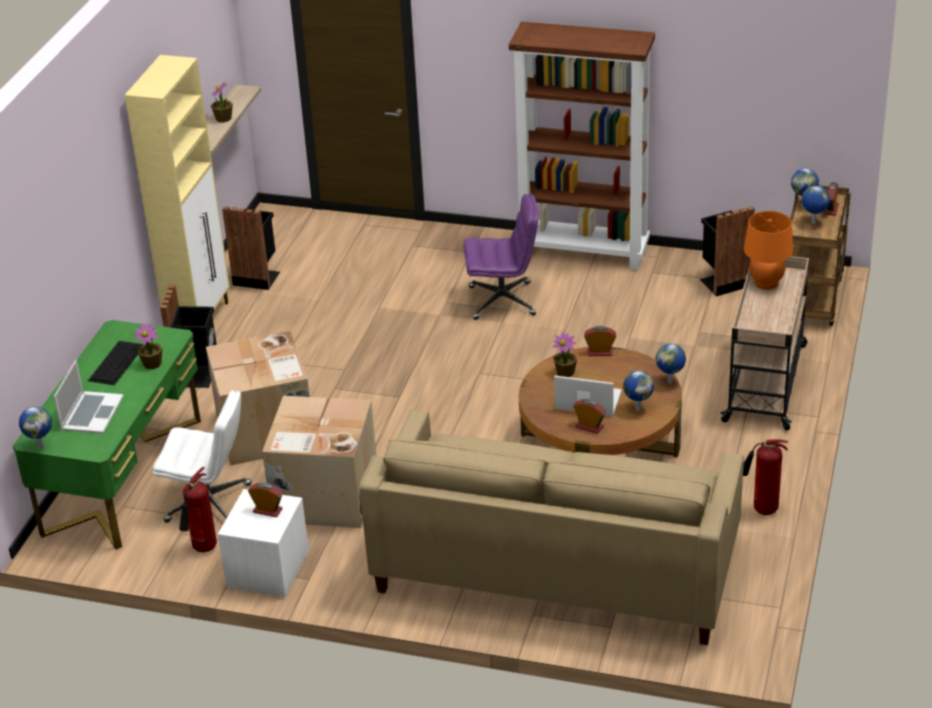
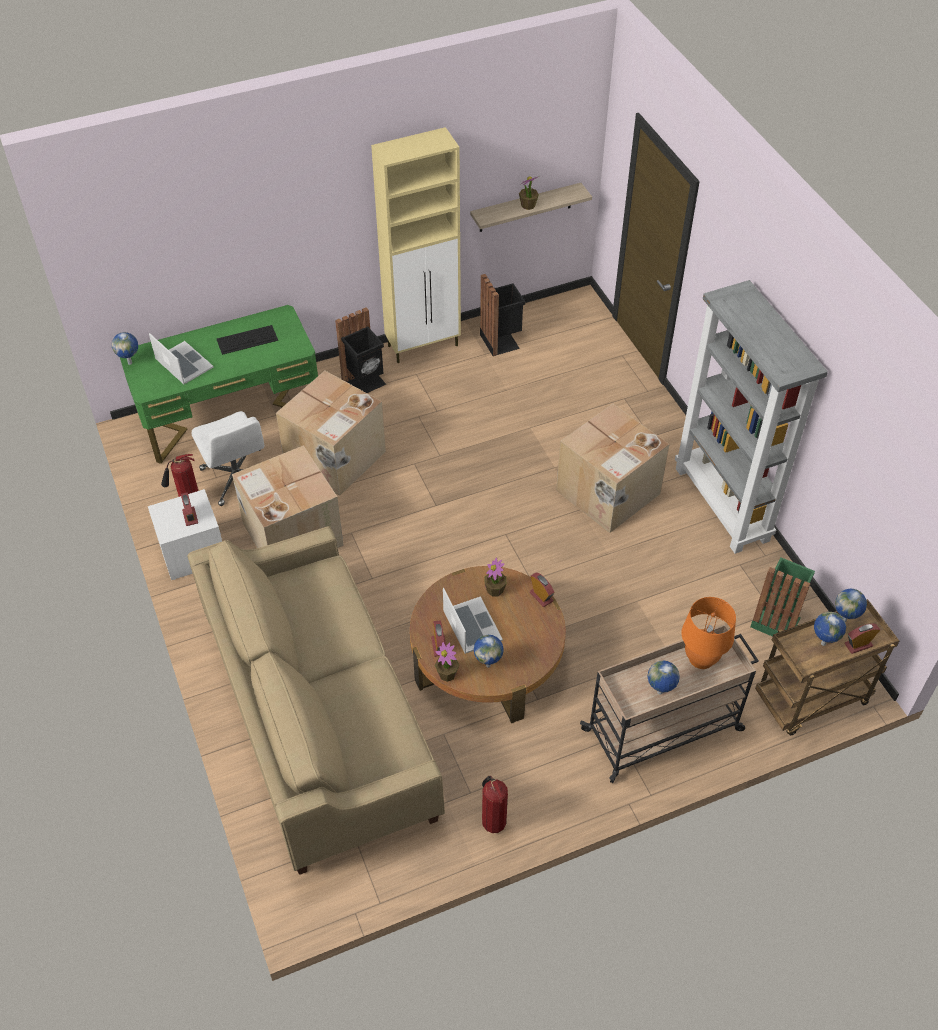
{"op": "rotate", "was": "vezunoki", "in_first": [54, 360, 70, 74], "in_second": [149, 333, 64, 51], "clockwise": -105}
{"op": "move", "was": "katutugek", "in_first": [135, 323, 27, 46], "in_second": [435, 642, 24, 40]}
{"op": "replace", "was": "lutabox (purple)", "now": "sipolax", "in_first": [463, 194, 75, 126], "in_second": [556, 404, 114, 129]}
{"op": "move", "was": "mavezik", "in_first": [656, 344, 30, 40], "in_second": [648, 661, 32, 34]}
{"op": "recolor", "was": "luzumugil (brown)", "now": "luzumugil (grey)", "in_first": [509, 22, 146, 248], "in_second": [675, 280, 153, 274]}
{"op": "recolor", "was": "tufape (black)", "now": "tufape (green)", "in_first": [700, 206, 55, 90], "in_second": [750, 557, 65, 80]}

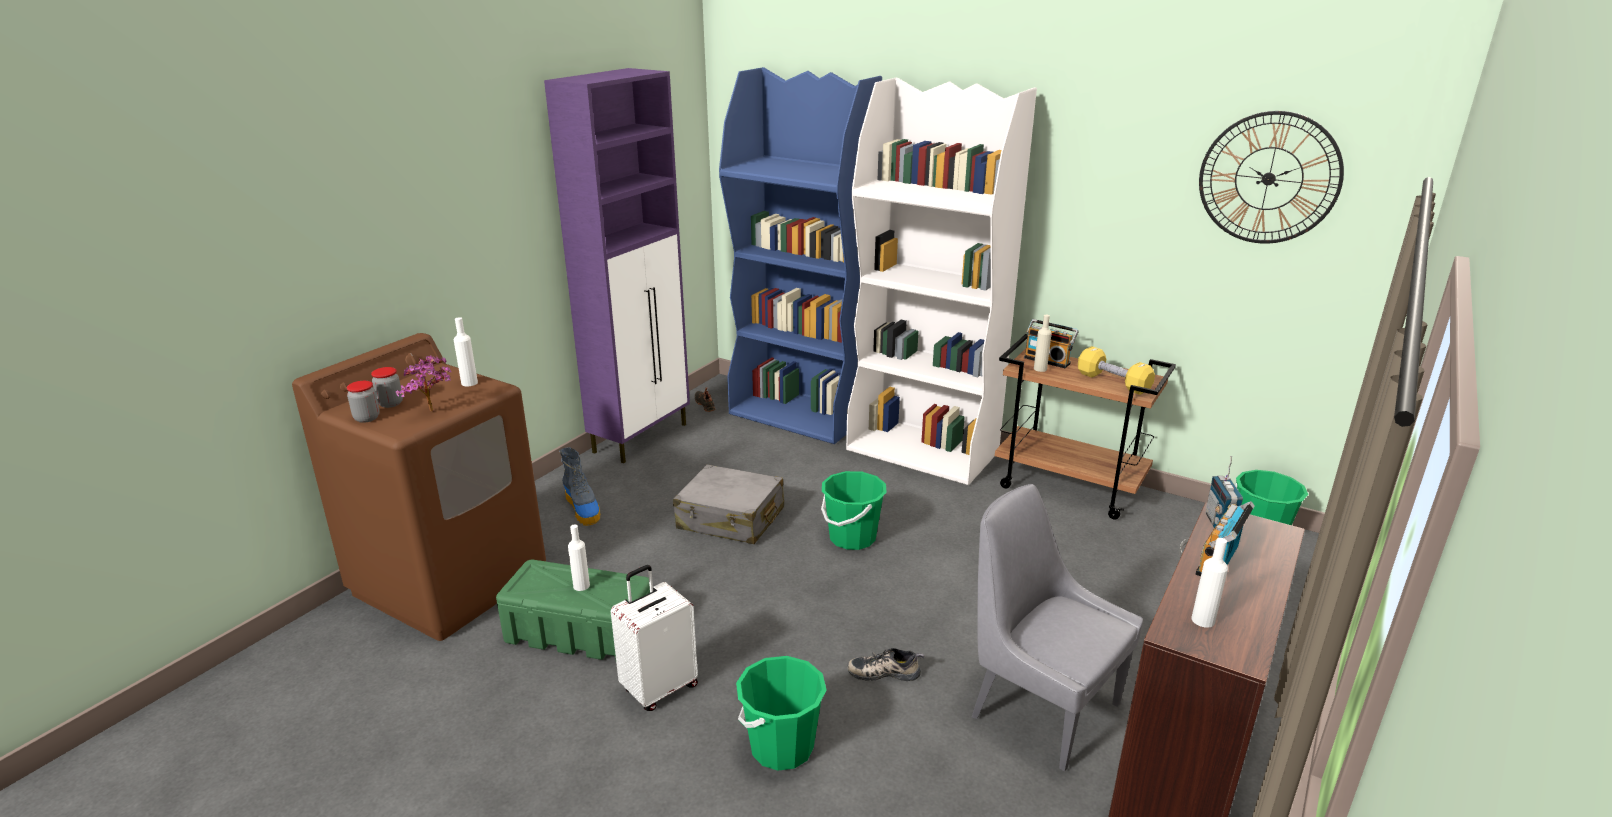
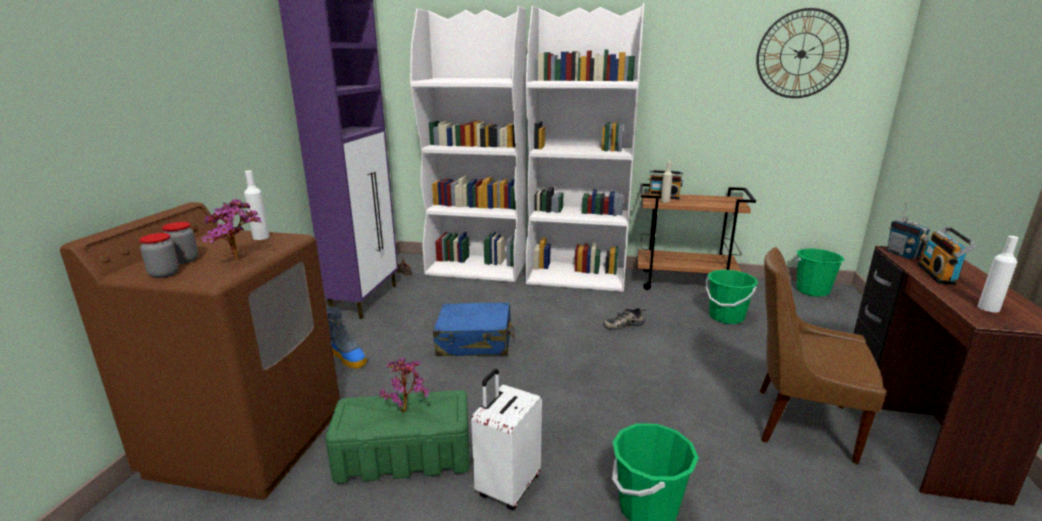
{"op": "replace", "was": "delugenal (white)", "now": "katutugek", "in_first": [568, 525, 22, 66], "in_second": [379, 357, 50, 56]}
{"op": "recolor", "was": "luzumugil (blue)", "now": "luzumugil (white)", "in_first": [719, 67, 163, 377], "in_second": [410, 6, 116, 276]}
{"op": "recolor", "was": "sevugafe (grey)", "now": "sevugafe (blue)", "in_first": [673, 464, 111, 80], "in_second": [433, 302, 82, 54]}
{"op": "move", "was": "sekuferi", "in_first": [847, 648, 77, 33], "in_second": [603, 308, 44, 22]}
{"op": "move", "was": "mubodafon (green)", "in_first": [821, 471, 66, 79], "in_second": [706, 270, 52, 54]}
{"op": "recolor", "was": "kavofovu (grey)", "now": "kavofovu (brown)", "in_first": [972, 484, 171, 287], "in_second": [760, 247, 126, 217]}
{"op": "delete", "was": "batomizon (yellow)", "in_first": [1078, 346, 77, 49]}

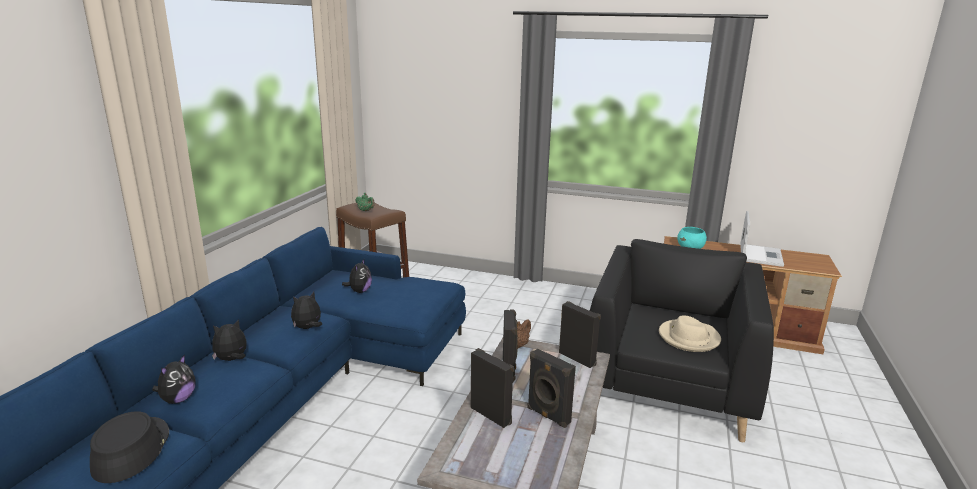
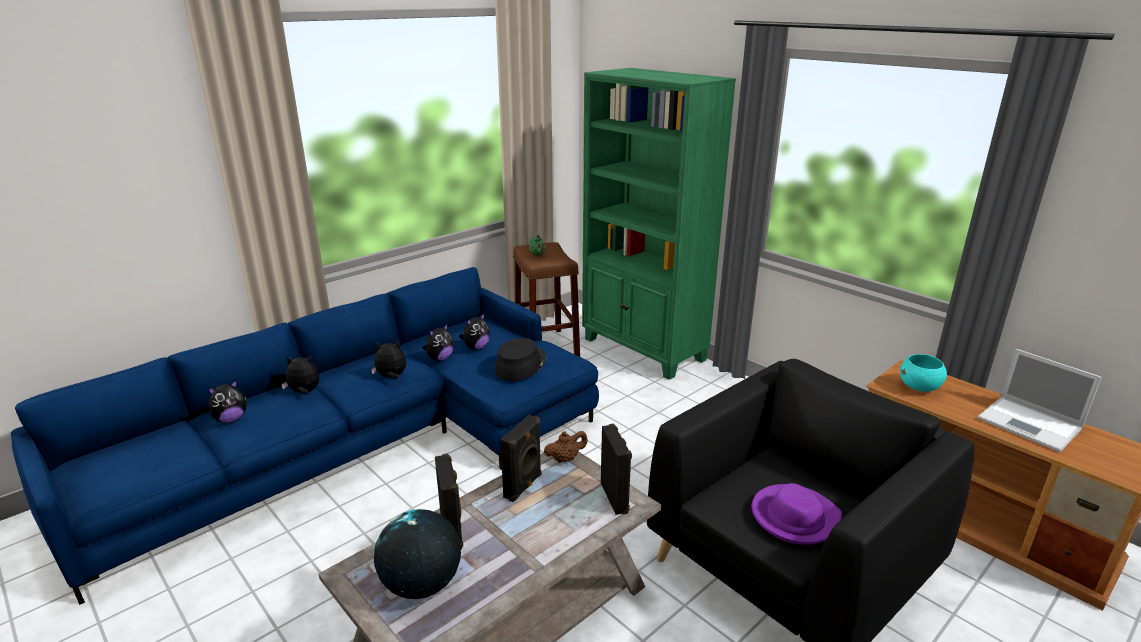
{"op": "insert", "now": "mavezik", "in_second": [374, 509, 87, 90]}
{"op": "insert", "now": "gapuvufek", "in_second": [422, 323, 32, 38]}
{"op": "move", "was": "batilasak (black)", "in_first": [90, 411, 79, 72], "in_second": [495, 338, 52, 43]}
{"op": "insert", "now": "luzumugil (green)", "in_second": [582, 68, 154, 312]}
{"op": "recolor", "was": "batilasak (beige)", "now": "batilasak (purple)", "in_first": [659, 316, 62, 36], "in_second": [752, 483, 90, 62]}
{"op": "rotate", "was": "vezunoki", "in_first": [740, 211, 44, 56], "in_second": [977, 349, 125, 103], "clockwise": 90}
{"op": "delete", "was": "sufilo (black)", "in_first": [527, 349, 49, 79]}

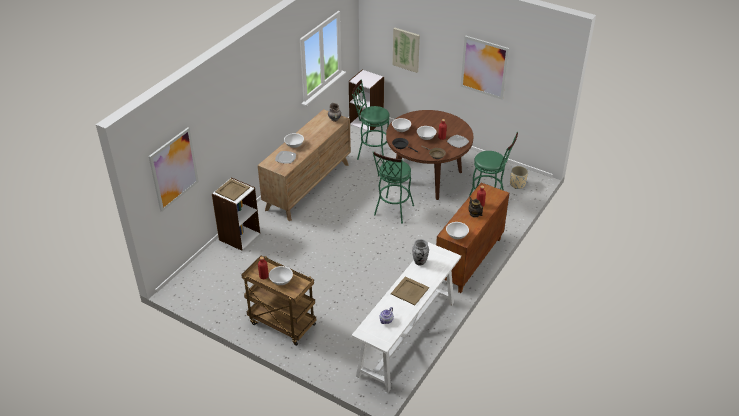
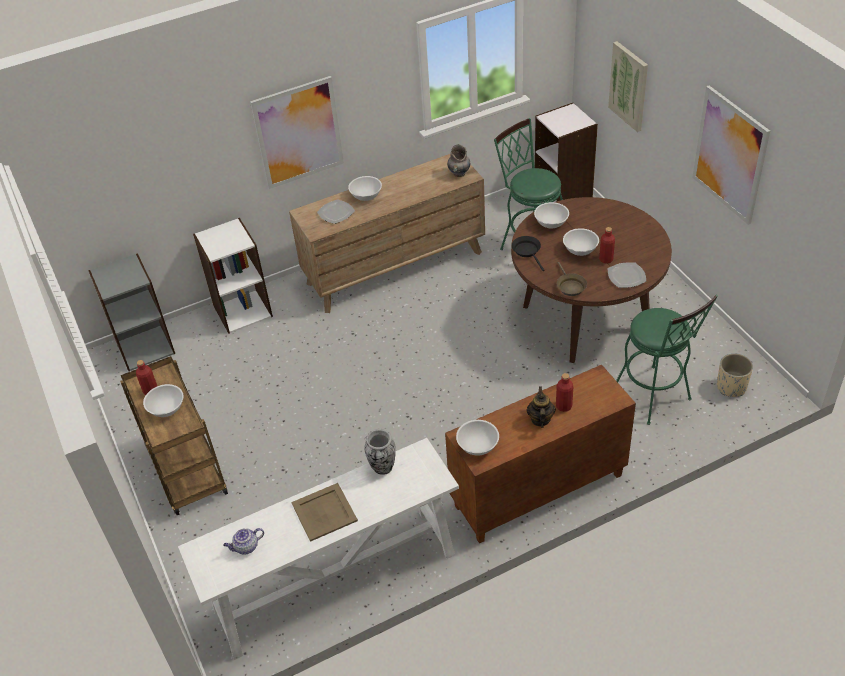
{"op": "insert", "now": "luzumugil (grey)", "in_second": [88, 253, 87, 118]}
{"op": "move", "was": "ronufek", "in_first": [149, 127, 50, 85], "in_second": [250, 76, 94, 113]}
{"op": "delete", "was": "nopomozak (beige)", "in_first": [215, 179, 35, 22]}
{"op": "delete", "was": "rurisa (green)", "in_first": [373, 151, 41, 73]}

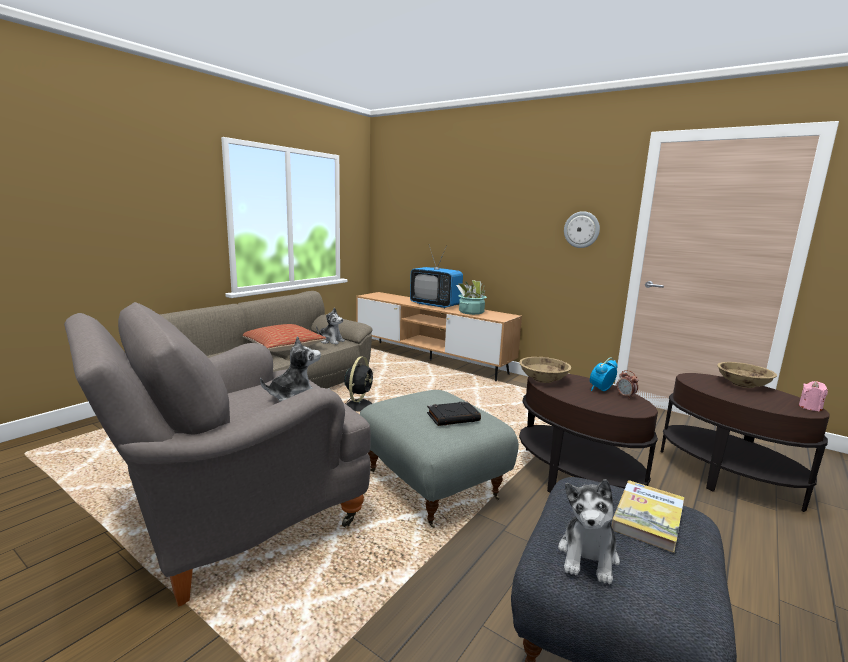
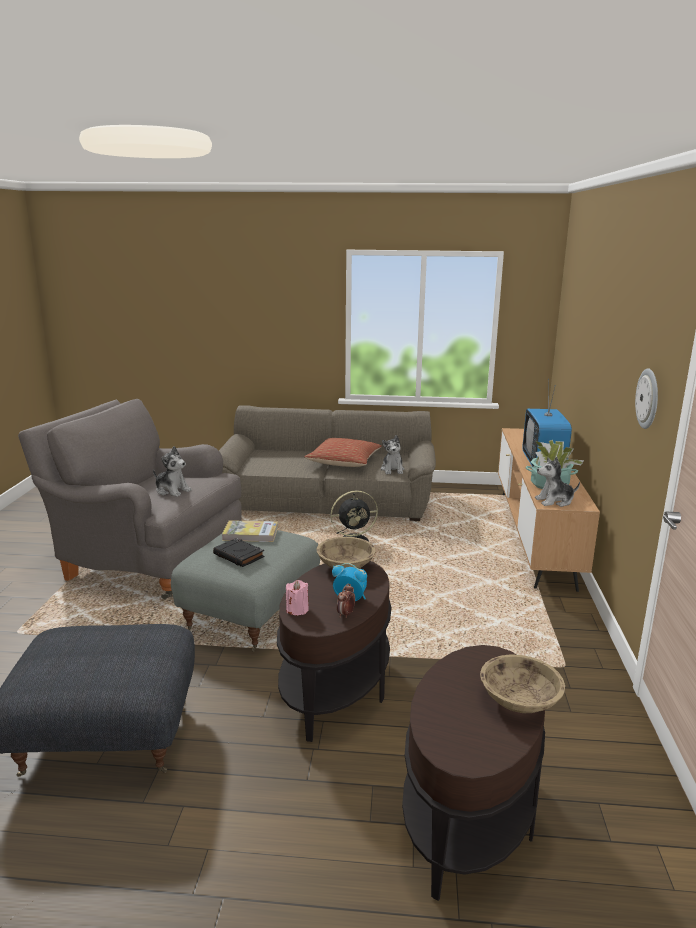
{"op": "move", "was": "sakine", "in_first": [611, 480, 73, 73], "in_second": [222, 520, 56, 22]}
{"op": "move", "was": "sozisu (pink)", "in_first": [799, 381, 29, 30], "in_second": [286, 580, 23, 35]}
{"op": "move", "was": "gapuvufek", "in_first": [558, 479, 62, 106], "in_second": [535, 457, 45, 50]}

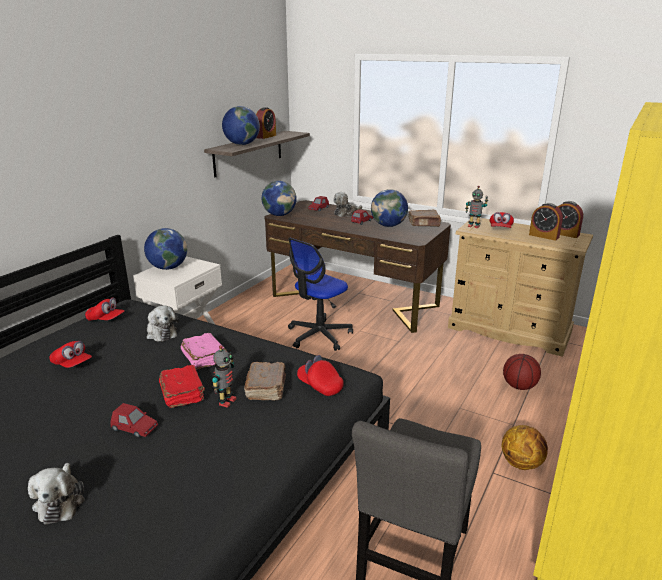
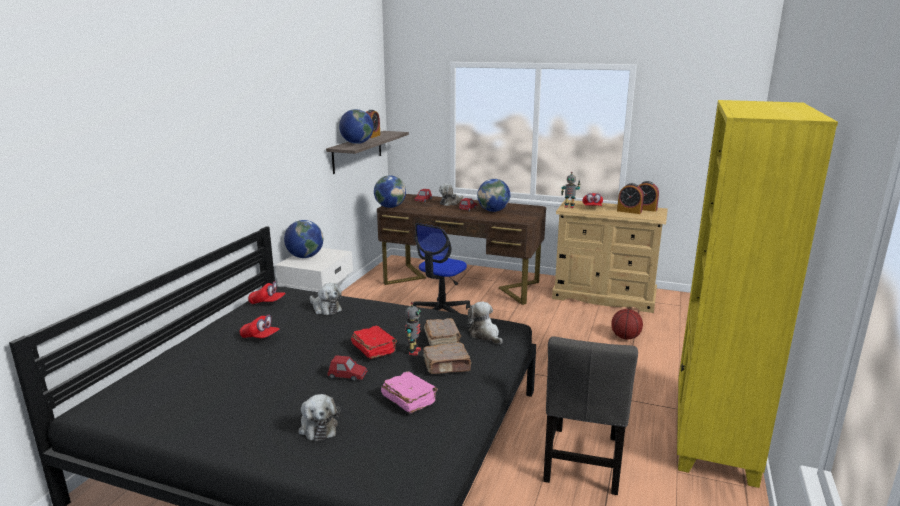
{"op": "move", "was": "sakine (pink)", "in_first": [181, 333, 45, 36], "in_second": [381, 371, 57, 42]}
{"op": "move", "was": "sakine (brown)", "in_first": [408, 210, 33, 17], "in_second": [423, 342, 49, 32]}
{"op": "replace", "was": "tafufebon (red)", "now": "gapuvufek", "in_first": [297, 355, 47, 41], "in_second": [467, 302, 36, 43]}
{"op": "delete", "was": "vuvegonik", "in_first": [502, 425, 46, 45]}

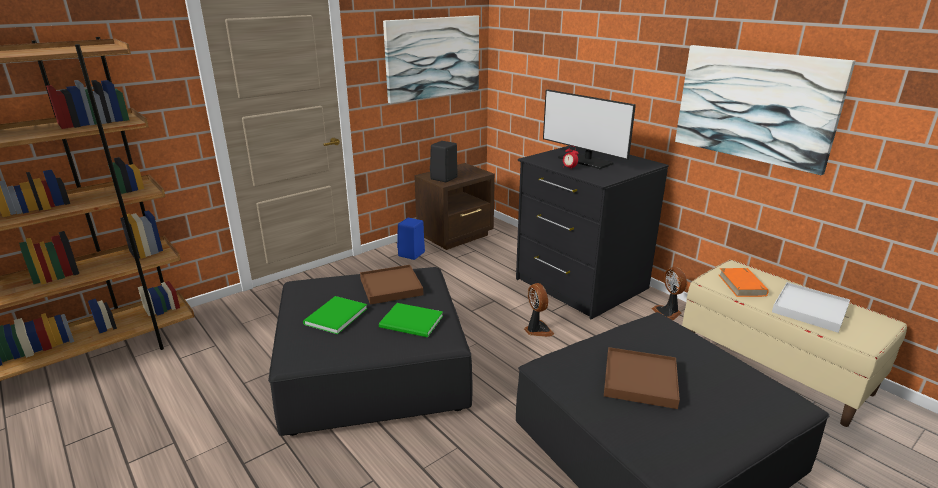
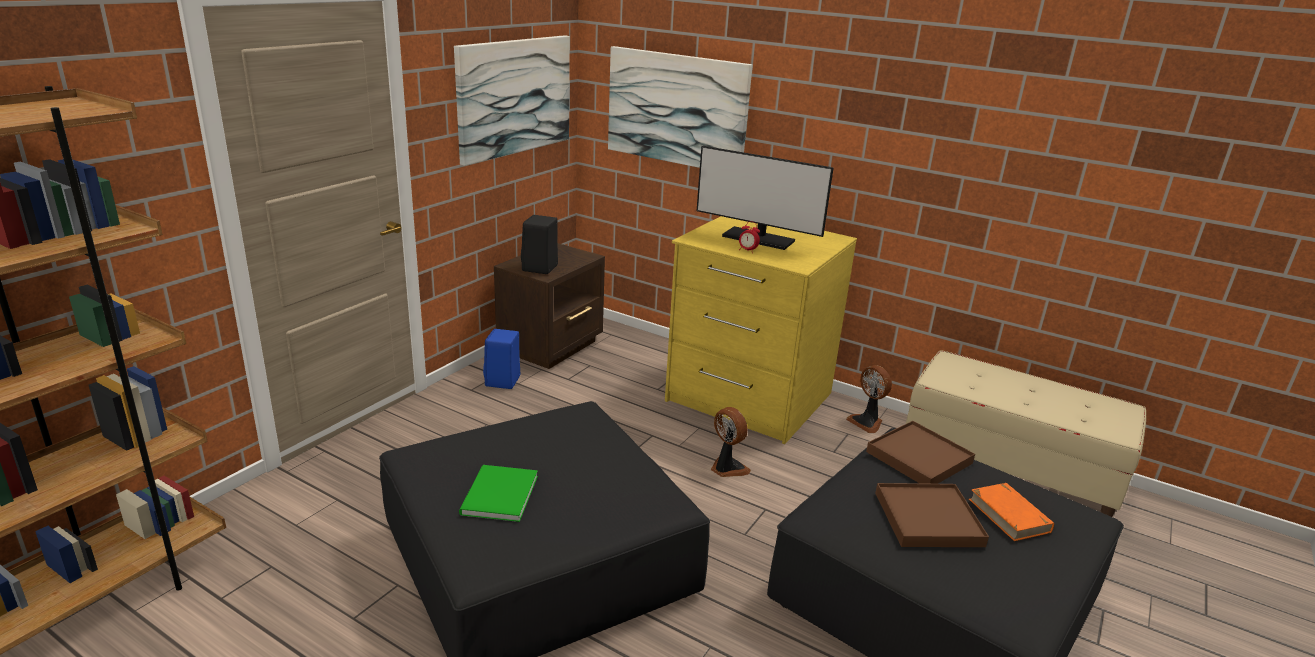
{"op": "move", "was": "ronufek", "in_first": [675, 45, 180, 130], "in_second": [608, 46, 145, 122]}
{"op": "recolor", "was": "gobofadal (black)", "now": "gobofadal (yellow)", "in_first": [516, 146, 153, 173], "in_second": [665, 216, 192, 228]}
{"op": "move", "was": "nopomozak (brown)", "in_first": [360, 265, 64, 40], "in_second": [866, 421, 109, 63]}
{"op": "move", "was": "sakine (orange)", "in_first": [719, 268, 50, 29], "in_second": [969, 483, 85, 58]}
{"op": "delete", "was": "sakine (green)", "in_first": [379, 303, 64, 35]}
{"op": "delete", "was": "nopomozak (white)", "in_first": [772, 282, 78, 51]}

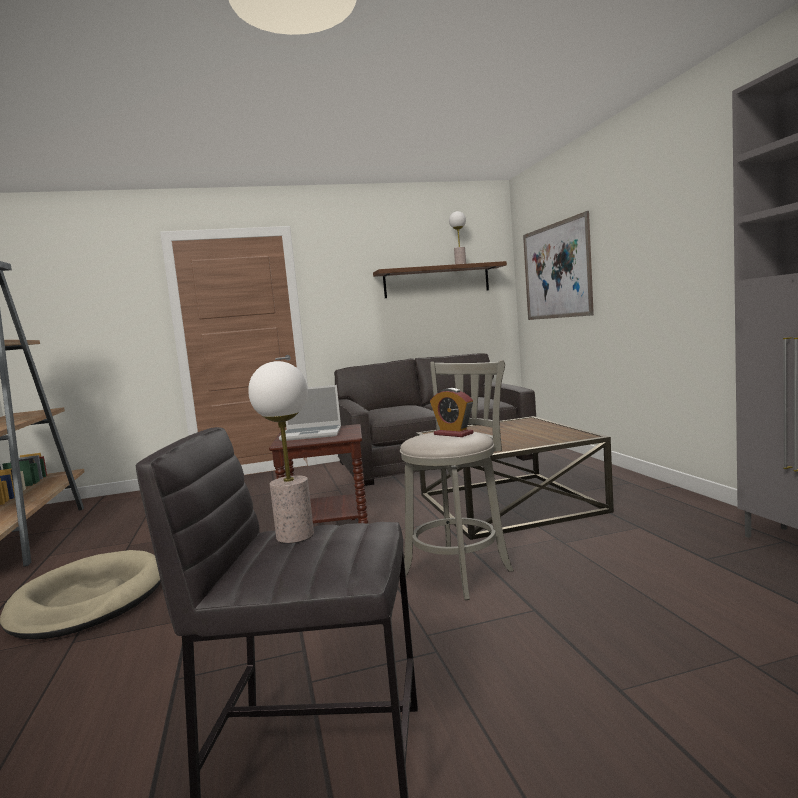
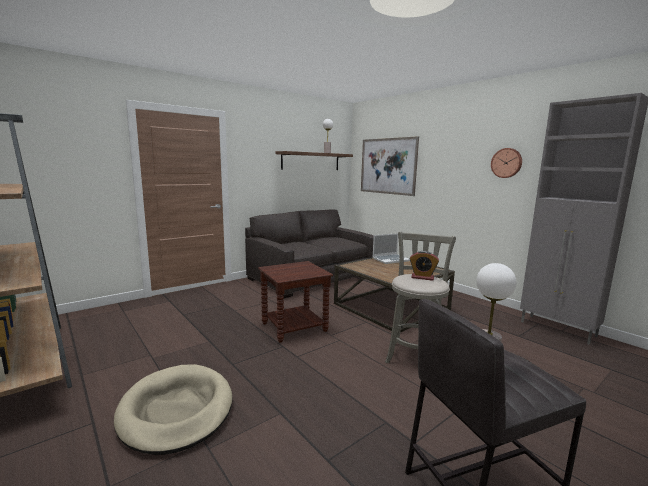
{"op": "move", "was": "vezunoki", "in_first": [279, 385, 62, 56], "in_second": [372, 233, 38, 31]}
{"op": "insert", "now": "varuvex", "in_second": [491, 148, 31, 30]}

